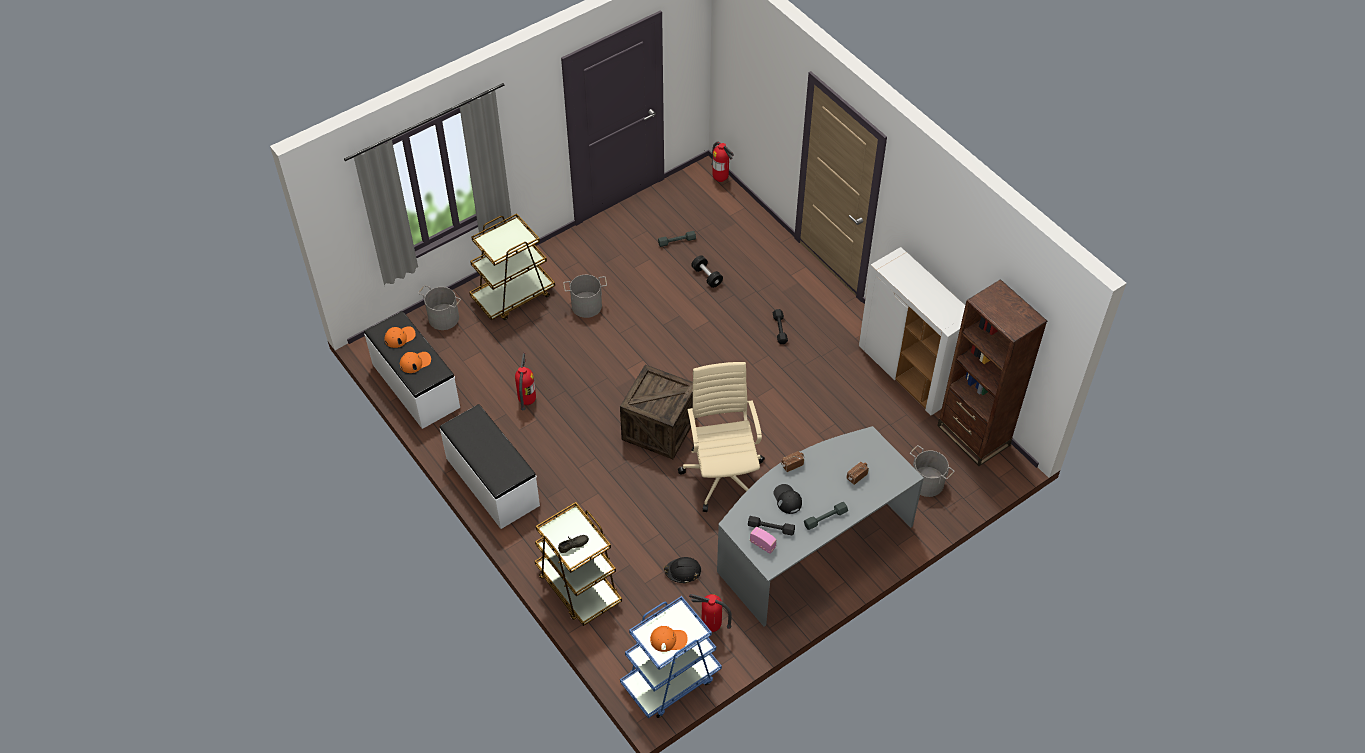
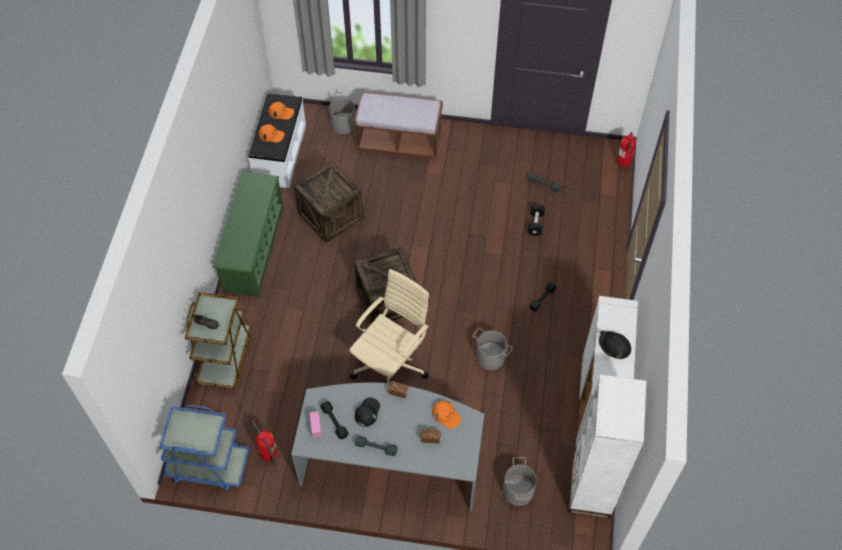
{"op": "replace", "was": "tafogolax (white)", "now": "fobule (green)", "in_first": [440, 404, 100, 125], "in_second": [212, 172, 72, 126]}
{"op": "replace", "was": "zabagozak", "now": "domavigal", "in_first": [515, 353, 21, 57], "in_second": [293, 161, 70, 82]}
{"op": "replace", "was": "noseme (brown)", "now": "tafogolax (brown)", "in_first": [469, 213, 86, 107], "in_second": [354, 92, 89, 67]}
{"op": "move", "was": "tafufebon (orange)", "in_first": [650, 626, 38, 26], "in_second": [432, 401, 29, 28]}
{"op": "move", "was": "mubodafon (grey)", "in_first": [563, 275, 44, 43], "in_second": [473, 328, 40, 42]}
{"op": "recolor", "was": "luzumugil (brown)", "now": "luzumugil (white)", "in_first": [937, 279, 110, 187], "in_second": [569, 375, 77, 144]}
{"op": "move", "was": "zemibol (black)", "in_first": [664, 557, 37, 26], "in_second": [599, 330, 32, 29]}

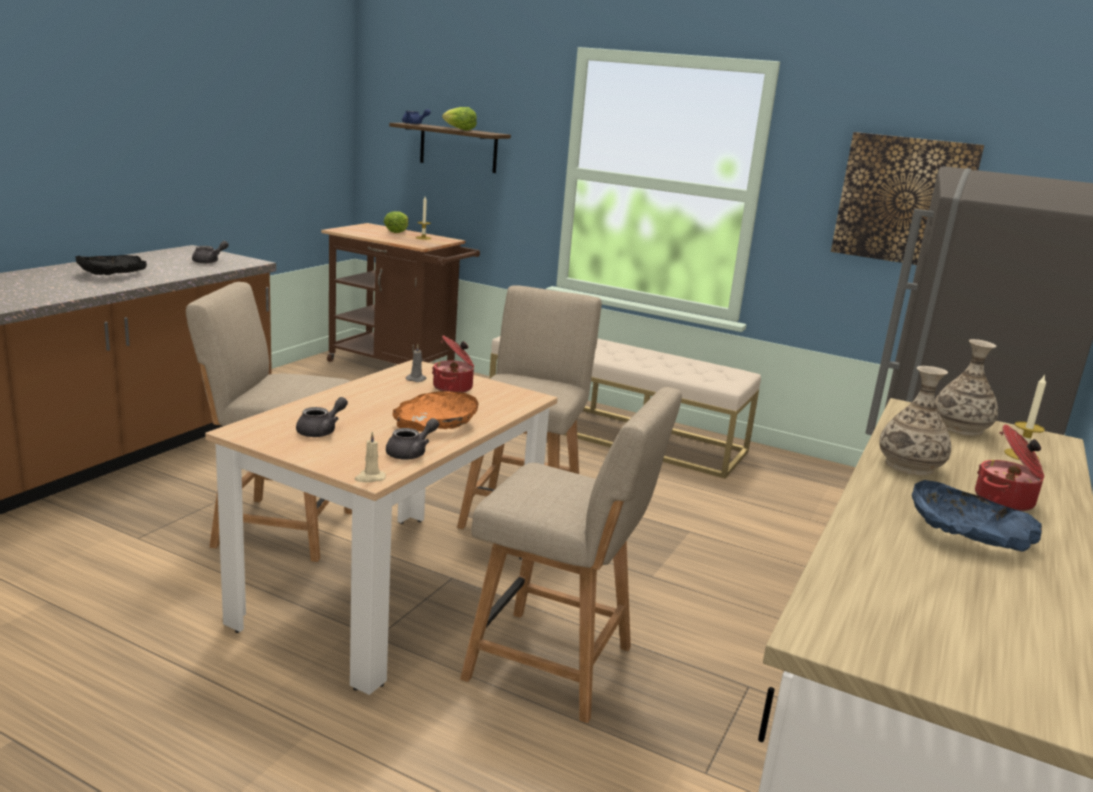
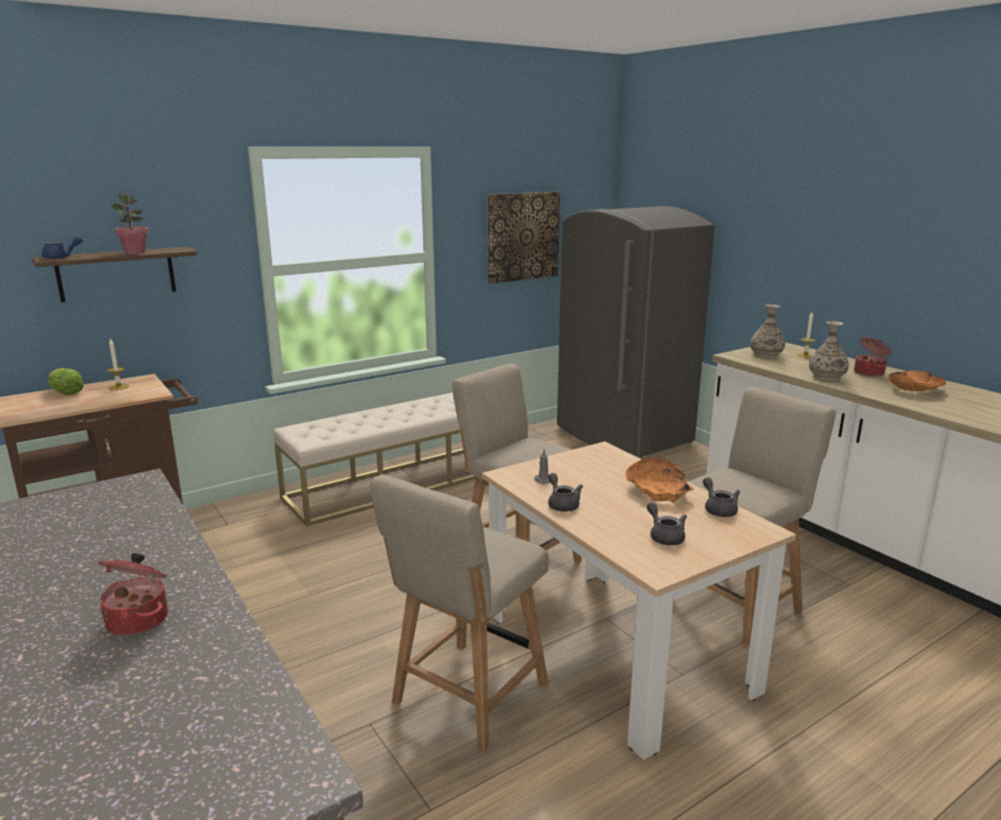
{"op": "move", "was": "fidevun", "in_first": [432, 335, 42, 58], "in_second": [99, 553, 69, 83]}
{"op": "replace", "was": "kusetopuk", "now": "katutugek", "in_first": [442, 107, 35, 24], "in_second": [111, 193, 38, 61]}
{"op": "move", "was": "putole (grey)", "in_first": [192, 241, 37, 23], "in_second": [548, 473, 35, 39]}
{"op": "recolor", "was": "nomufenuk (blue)", "now": "nomufenuk (orange)", "in_first": [912, 480, 130, 72], "in_second": [888, 370, 58, 21]}
{"op": "delete", "was": "nomufenuk (black)", "in_first": [75, 255, 72, 20]}
{"op": "delete", "was": "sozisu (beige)", "in_first": [354, 432, 32, 50]}

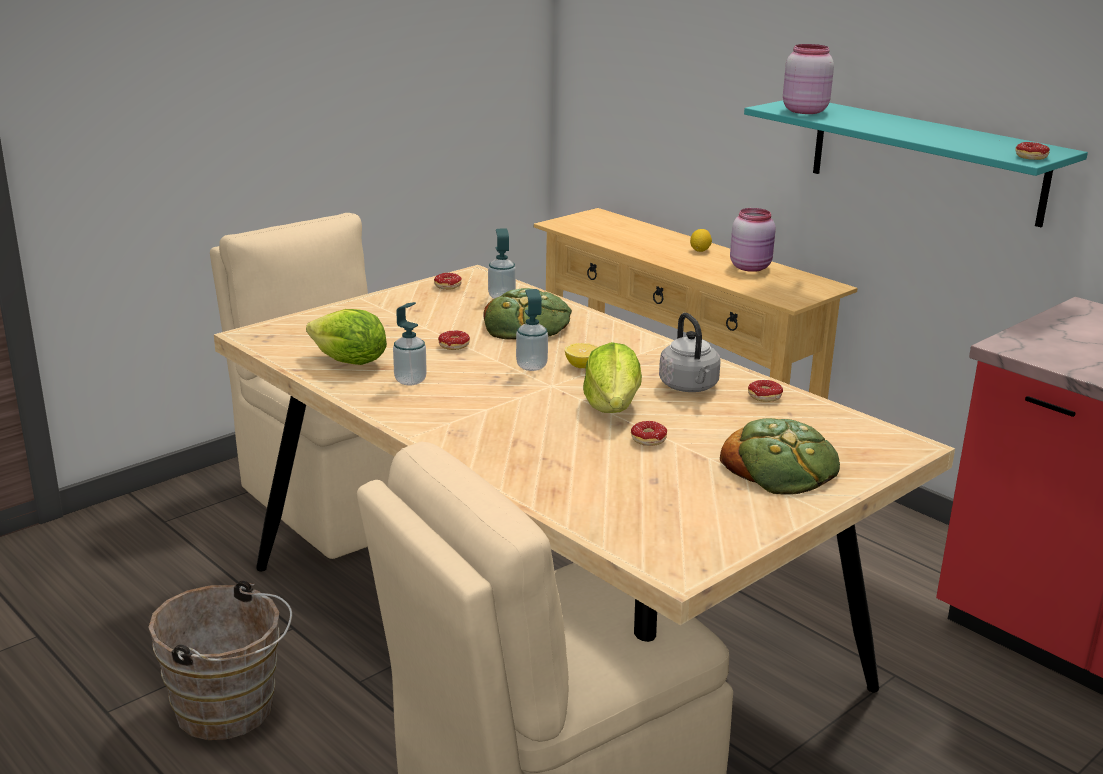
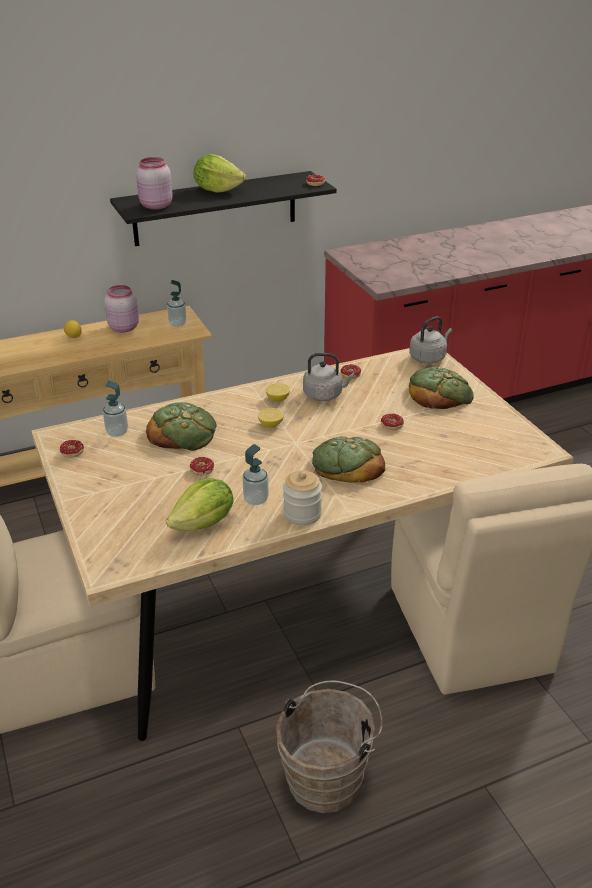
{"op": "recolor", "was": "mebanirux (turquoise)", "now": "mebanirux (black)", "in_first": [744, 100, 344, 127], "in_second": [110, 171, 227, 75]}
{"op": "move", "was": "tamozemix", "in_first": [516, 289, 32, 82], "in_second": [167, 280, 20, 47]}
{"op": "move", "was": "kusetopuk", "in_first": [583, 342, 59, 71], "in_second": [194, 154, 52, 39]}
{"op": "insert", "now": "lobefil", "in_second": [265, 383, 25, 19]}
{"op": "insert", "now": "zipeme", "in_second": [283, 470, 39, 56]}
{"op": "insert", "now": "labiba", "in_second": [312, 436, 73, 46]}
{"op": "insert", "now": "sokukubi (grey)", "in_second": [409, 316, 43, 48]}

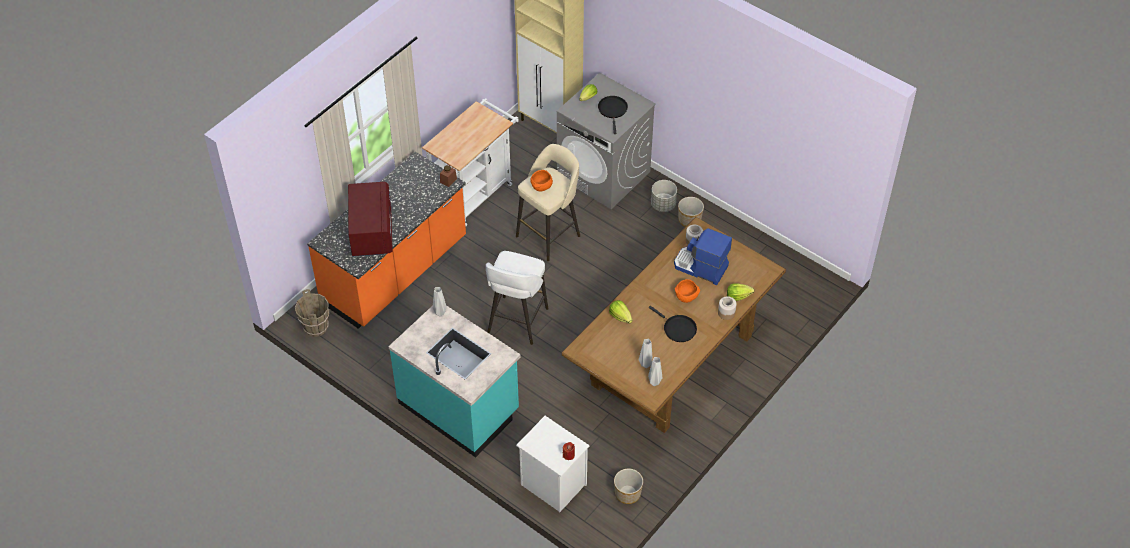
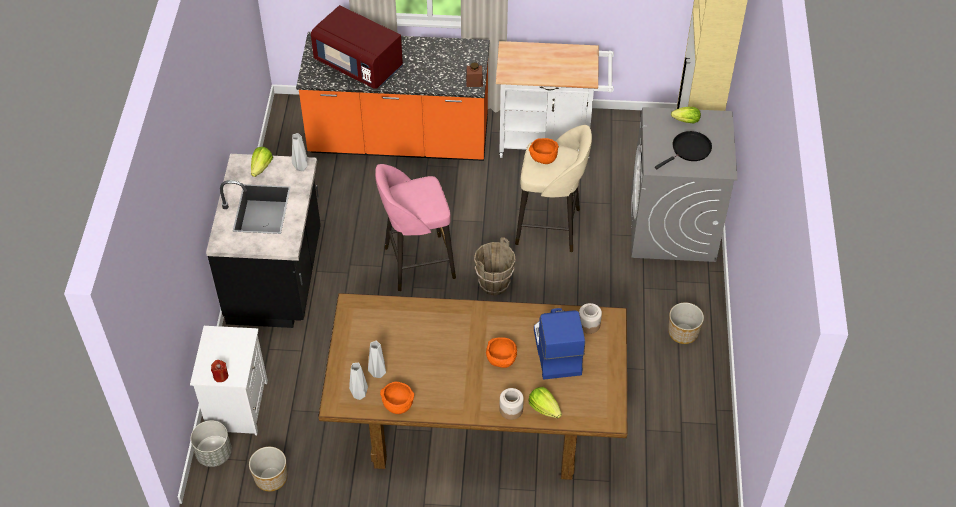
{"op": "move", "was": "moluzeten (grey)", "in_first": [651, 180, 26, 32], "in_second": [191, 420, 41, 47]}
{"op": "recolor", "was": "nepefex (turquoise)", "now": "nepefex (black)", "in_first": [388, 305, 133, 153], "in_second": [206, 154, 115, 174]}
{"op": "move", "was": "kusetopuk", "in_first": [609, 300, 23, 24], "in_second": [251, 147, 22, 30]}
{"op": "rotate", "was": "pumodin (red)", "in_first": [348, 182, 45, 75], "in_second": [311, 5, 92, 84], "clockwise": 75}
{"op": "recolor", "was": "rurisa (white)", "now": "rurisa (pink)", "in_first": [486, 251, 63, 94], "in_second": [375, 164, 81, 127]}
{"op": "insert", "now": "nomufenuk (orange)", "in_second": [380, 382, 34, 32]}
{"op": "move", "was": "mubodafon (brown)", "in_first": [295, 289, 34, 48], "in_second": [474, 237, 42, 59]}
{"op": "delete", "was": "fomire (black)", "in_first": [649, 306, 48, 36]}

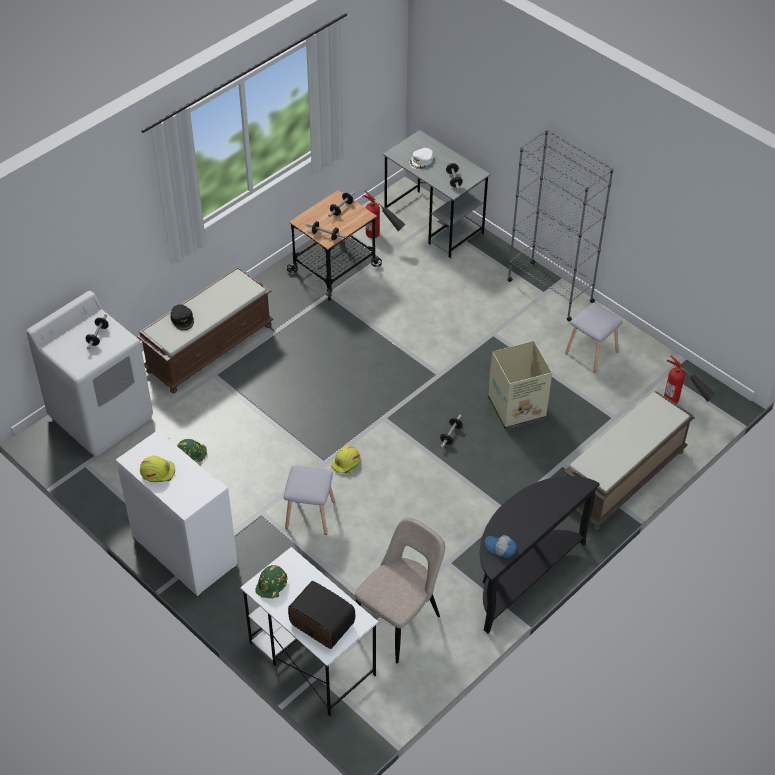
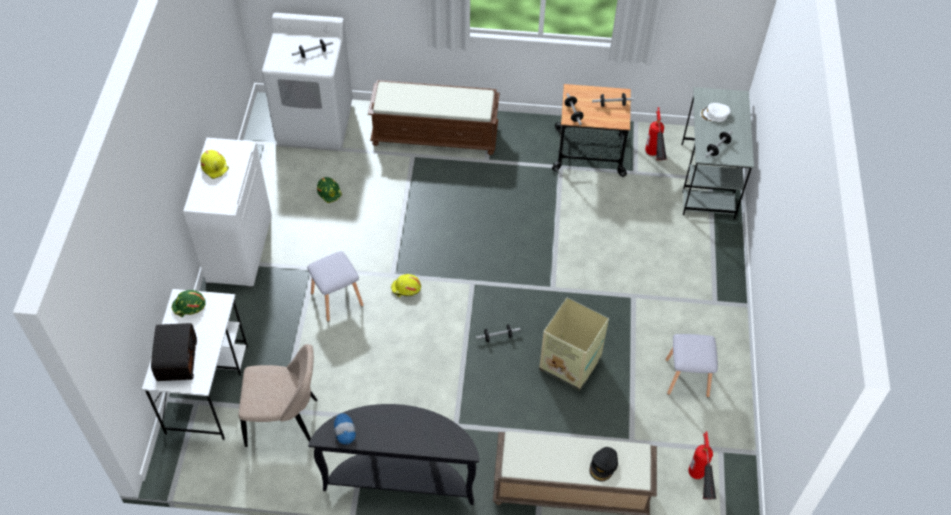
{"op": "move", "was": "tafufebon (black)", "in_first": [170, 304, 24, 26], "in_second": [589, 447, 29, 35]}
{"op": "delete", "was": "luzumugil (grey)", "in_first": [507, 129, 107, 193]}

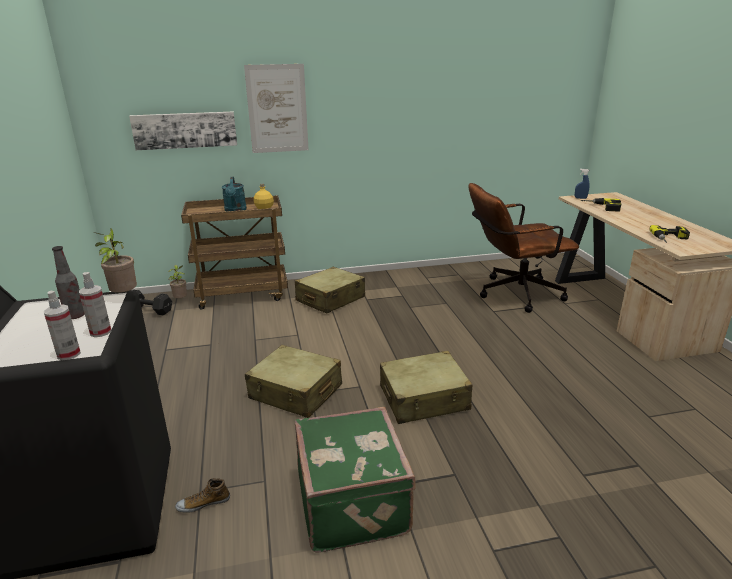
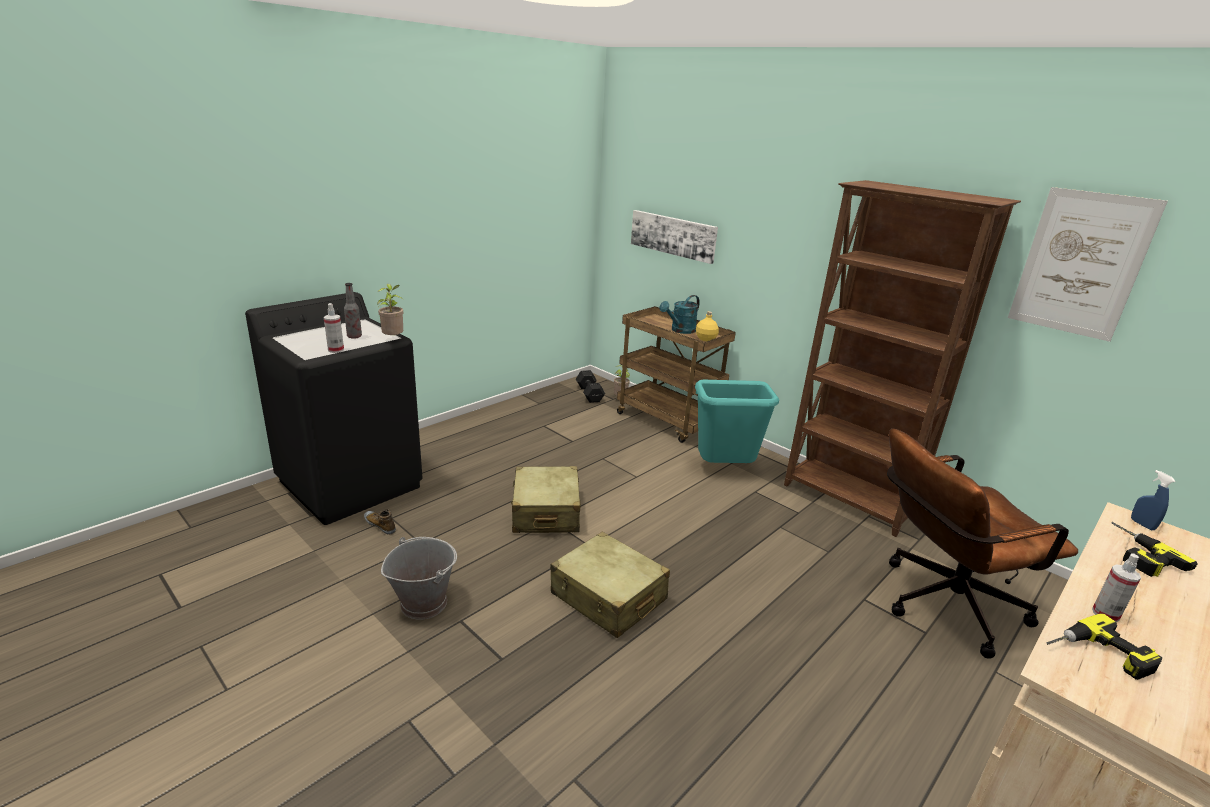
{"op": "replace", "was": "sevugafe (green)", "now": "mubodafon (grey)", "in_first": [295, 407, 121, 146], "in_second": [381, 537, 76, 83]}
{"op": "replace", "was": "sevugafe (beige)", "now": "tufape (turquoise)", "in_first": [295, 267, 70, 46], "in_second": [695, 380, 84, 83]}
{"op": "insert", "now": "luzumugil (brown)", "in_second": [784, 180, 237, 357]}
{"op": "rotate", "was": "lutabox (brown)", "in_first": [468, 183, 111, 130], "in_second": [887, 428, 191, 231], "clockwise": -60}
{"op": "move", "was": "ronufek", "in_first": [244, 64, 65, 89], "in_second": [1008, 187, 160, 155]}
{"op": "move", "was": "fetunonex", "in_first": [44, 291, 37, 69], "in_second": [1092, 553, 49, 69]}

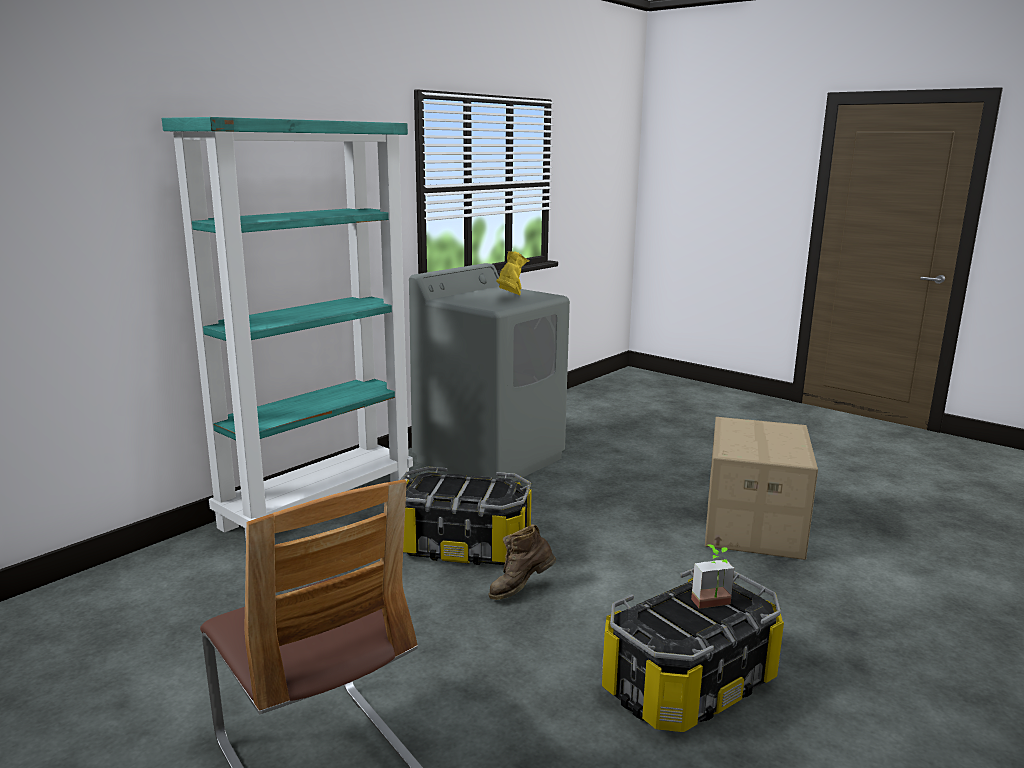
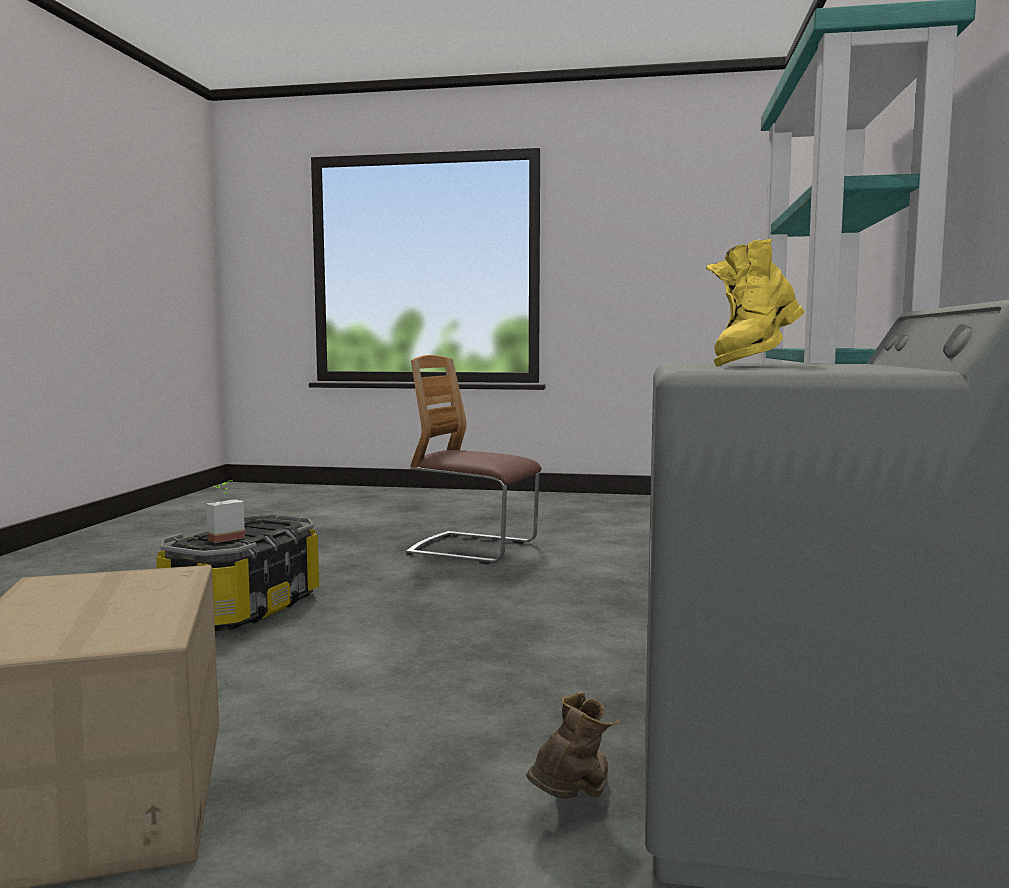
{"op": "move", "was": "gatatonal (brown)", "in_first": [488, 524, 68, 76], "in_second": [526, 692, 96, 107]}
{"op": "rotate", "was": "gatatonal (yellow)", "in_first": [496, 251, 34, 44], "in_second": [706, 239, 99, 128], "clockwise": 60}
{"op": "delete", "was": "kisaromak", "in_first": [400, 467, 132, 98]}

